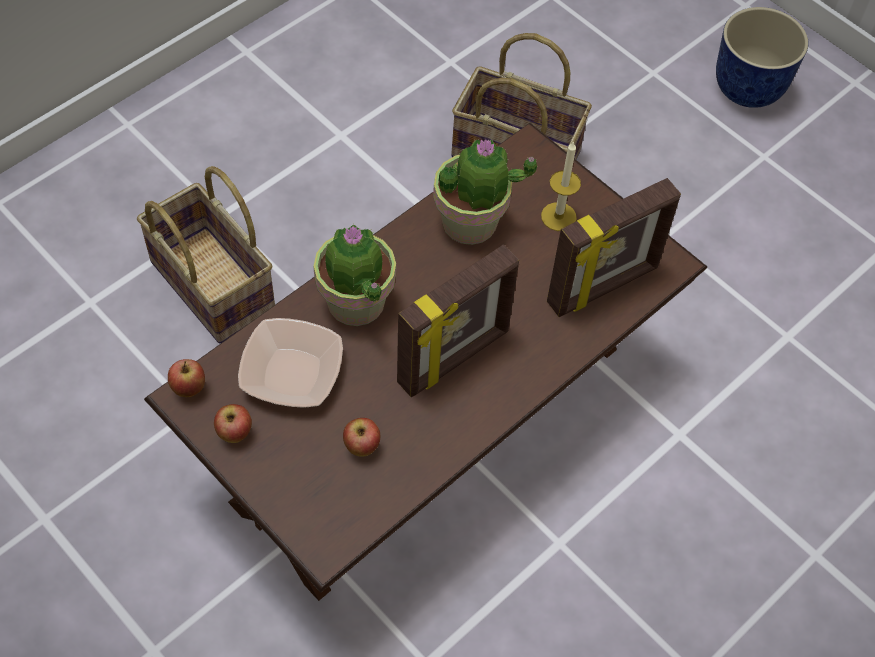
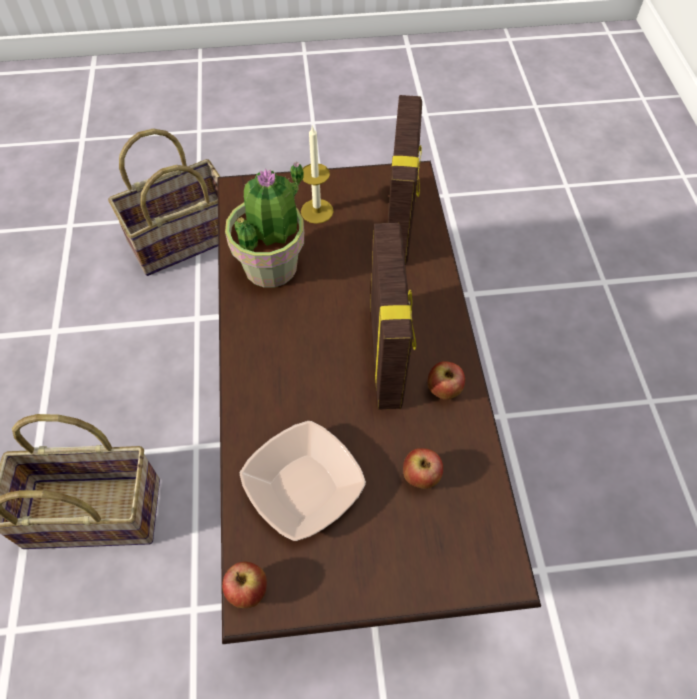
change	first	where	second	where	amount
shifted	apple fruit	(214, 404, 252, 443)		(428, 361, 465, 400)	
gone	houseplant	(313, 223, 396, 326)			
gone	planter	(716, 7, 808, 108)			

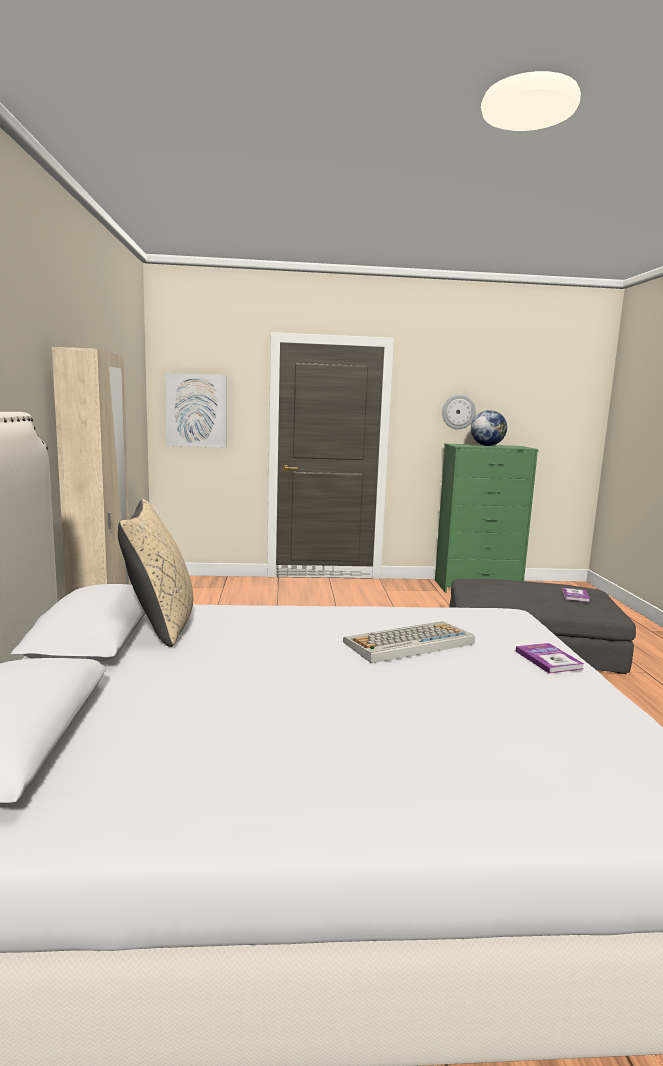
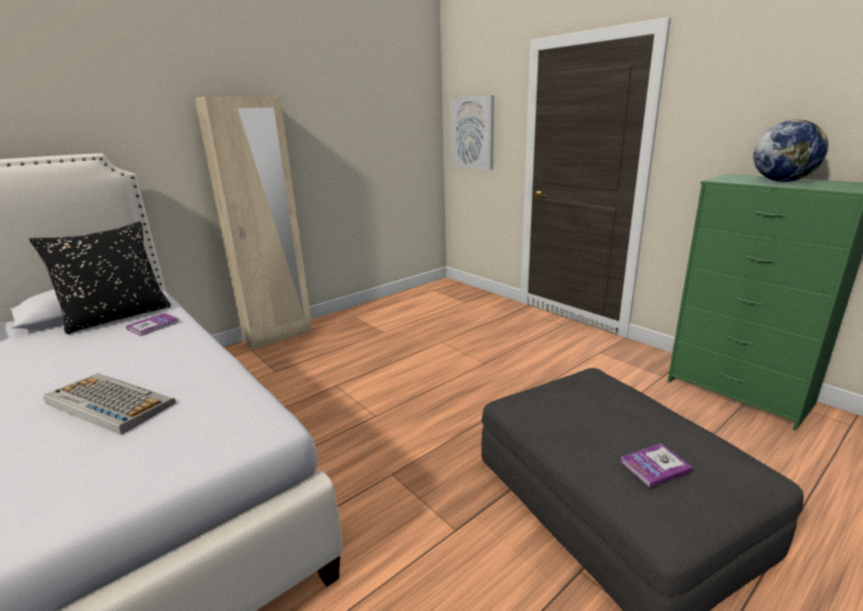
change	first	where	second	where	amount
repainted	sand-coloured cushion	(118, 499, 193, 647)	black-coloured cushion	(29, 221, 171, 334)	
shifted	book	(516, 643, 584, 673)		(126, 313, 179, 336)	
gone	hanging clock	(442, 395, 476, 429)			

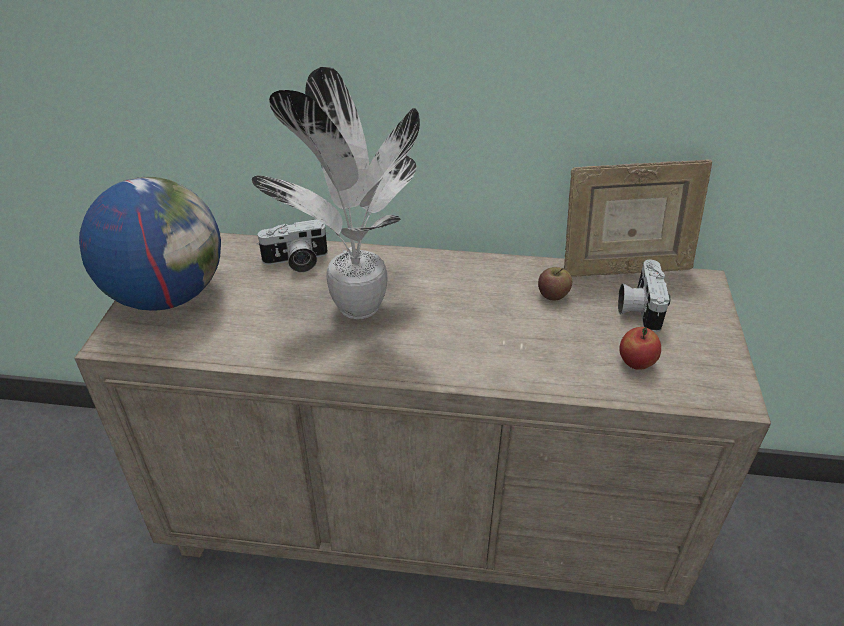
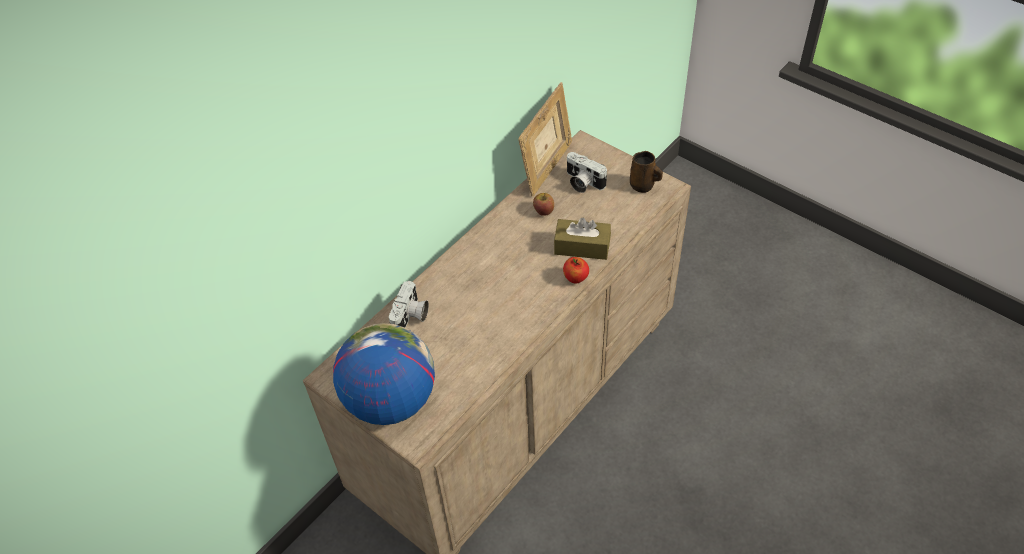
change	first	where	second	where	amount
new			brownish tissue box	(554, 218, 611, 260)	
shifted	apple fruit	(619, 327, 661, 370)		(563, 257, 589, 283)	
new			brownish coffee mug	(630, 151, 663, 193)	
gone	houseplant	(252, 67, 420, 319)			

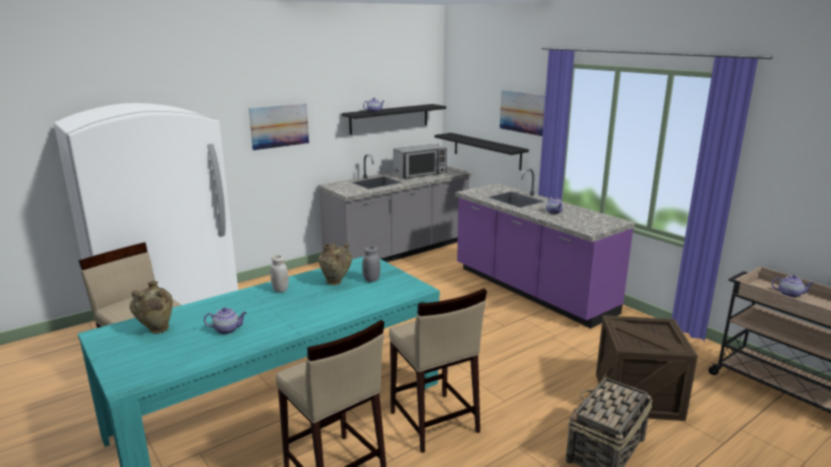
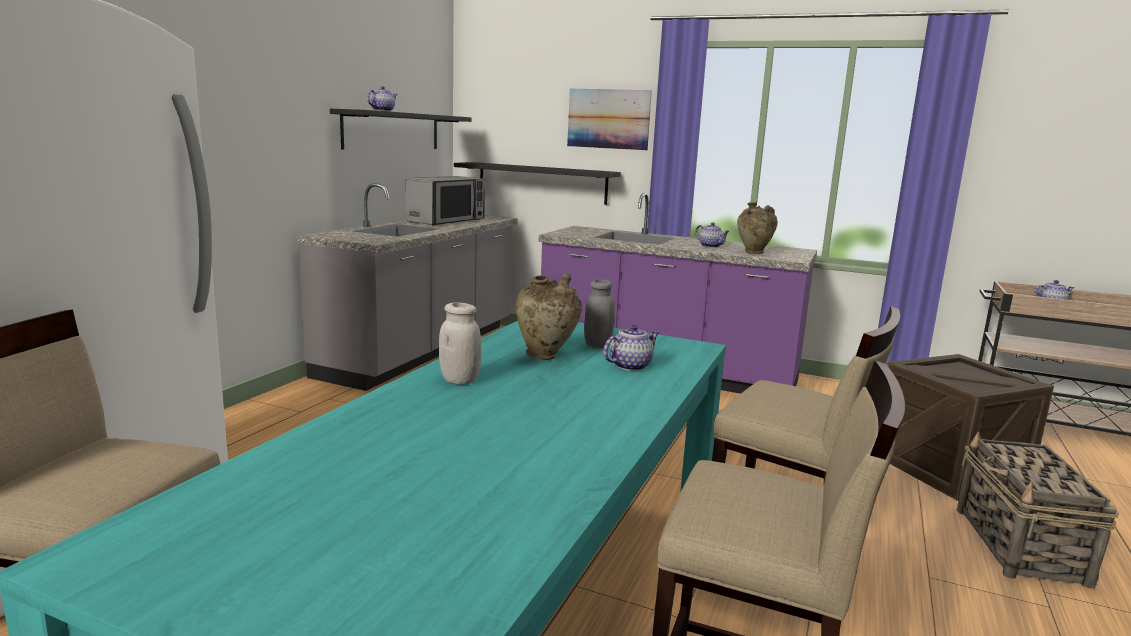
change	first	where	second	where	amount
shifted	teapot	(204, 308, 247, 334)		(603, 325, 659, 371)	
shifted	sand-coloured decorative vase	(130, 281, 173, 334)		(737, 202, 778, 254)	
gone	picture	(249, 103, 309, 150)			

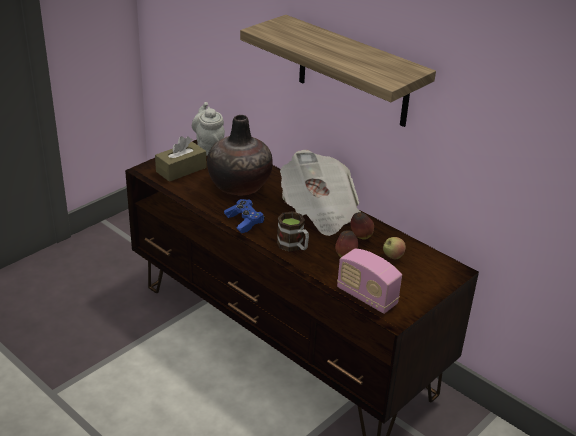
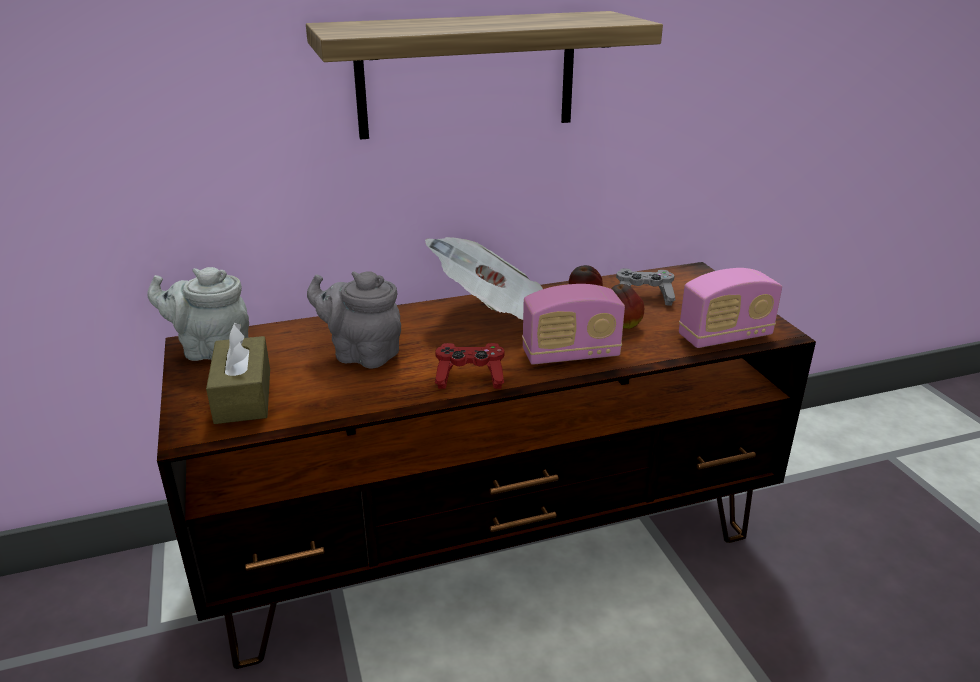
change	first	where	second	where	amount
swapped	decorative vase	(207, 115, 273, 195)	grey teapot	(307, 271, 401, 368)	
repainted	blue gamepad	(224, 199, 265, 233)	reddish gamepad	(435, 343, 505, 389)	
swapped	coffee mug	(277, 211, 309, 251)	radio	(522, 284, 625, 365)	
swapped	apple fruit	(383, 237, 406, 259)	grey gamepad	(616, 269, 676, 305)	

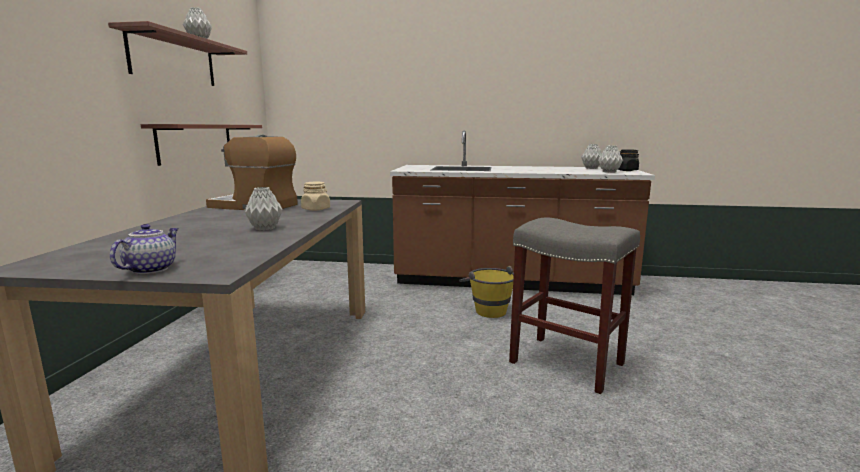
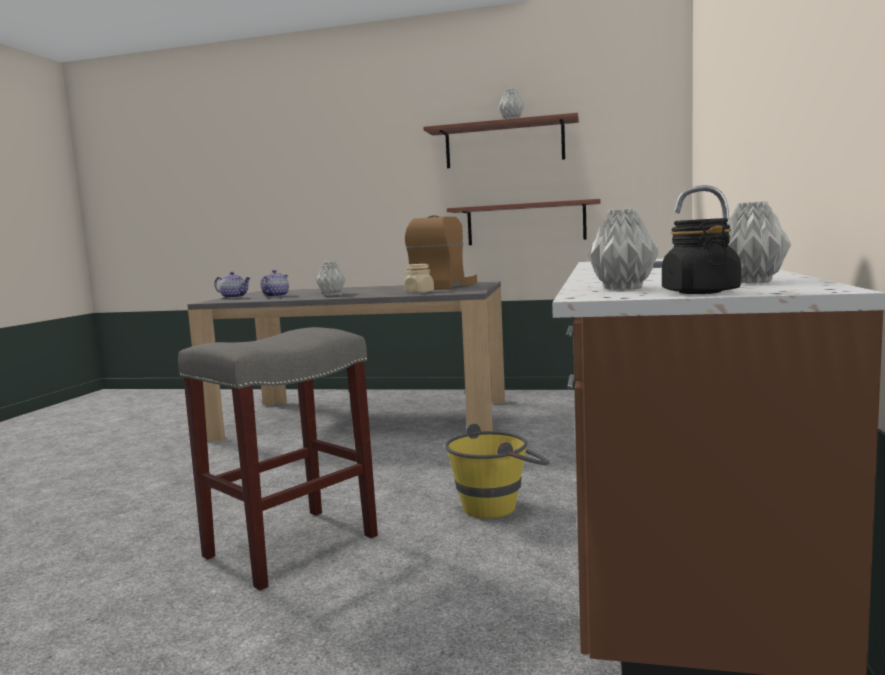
change	first	where	second	where	amount
new			teapot	(260, 270, 289, 297)	

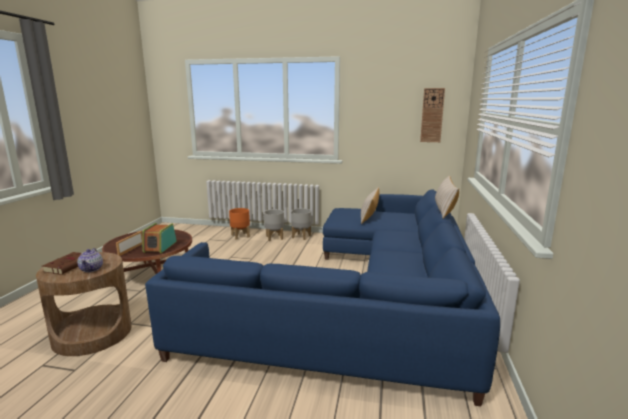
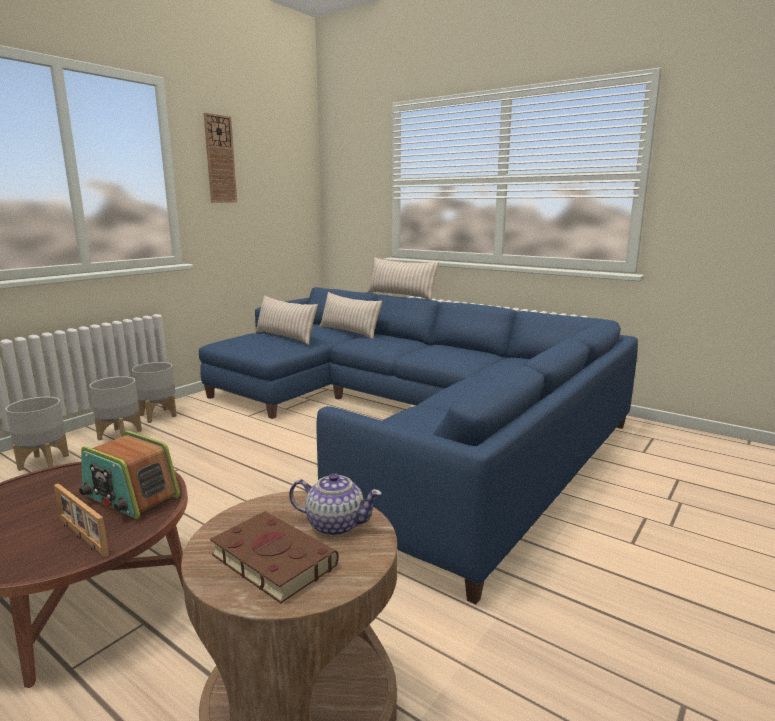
change	first	where	second	where	amount
repainted	orange-coloured planter	(229, 208, 250, 240)	grey planter	(5, 397, 69, 471)	
shifted	hanging clock	(420, 88, 445, 142)		(204, 113, 237, 203)	
new			sand-coloured cushion	(319, 292, 382, 339)	

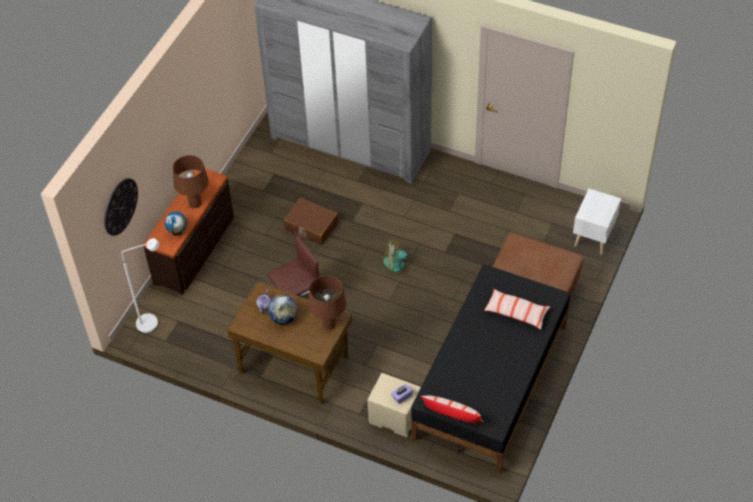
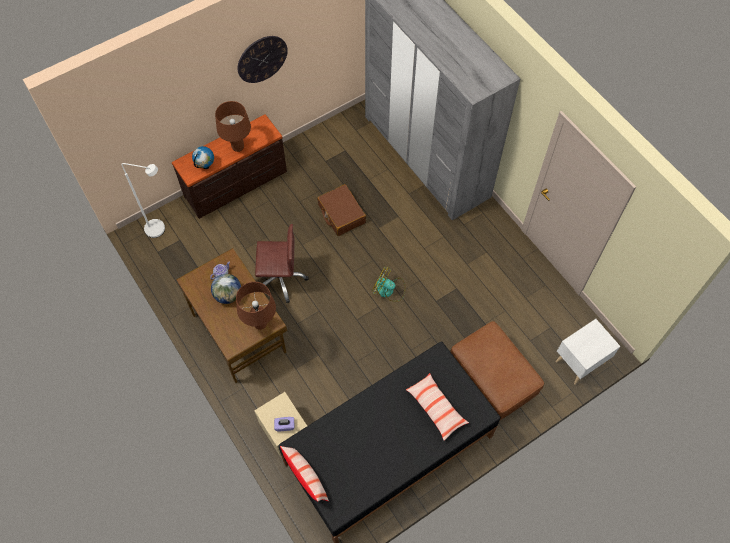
change	first	where	second	where	amount
shifted	hanging clock	(104, 178, 138, 236)		(237, 36, 288, 83)	

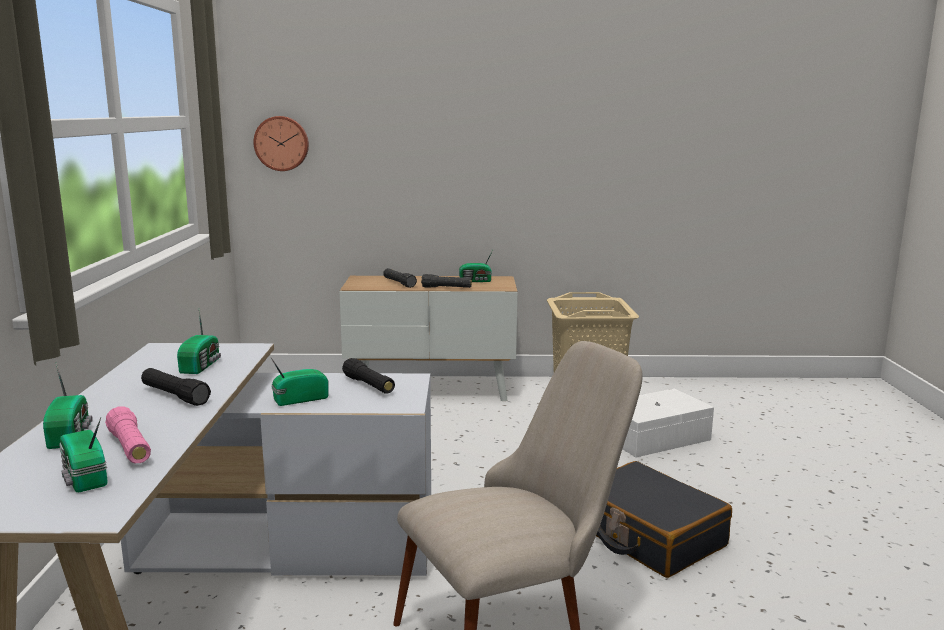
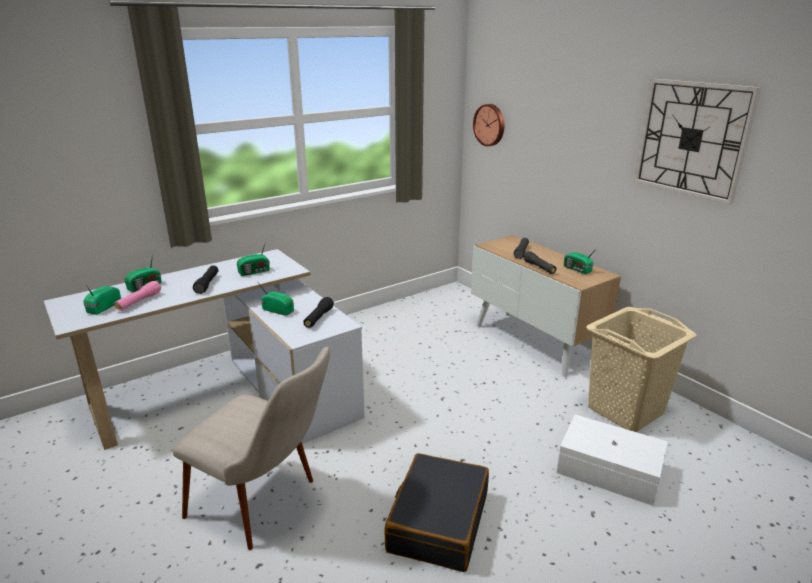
change	first	where	second	where	amount
new			hanging clock	(634, 79, 761, 205)	

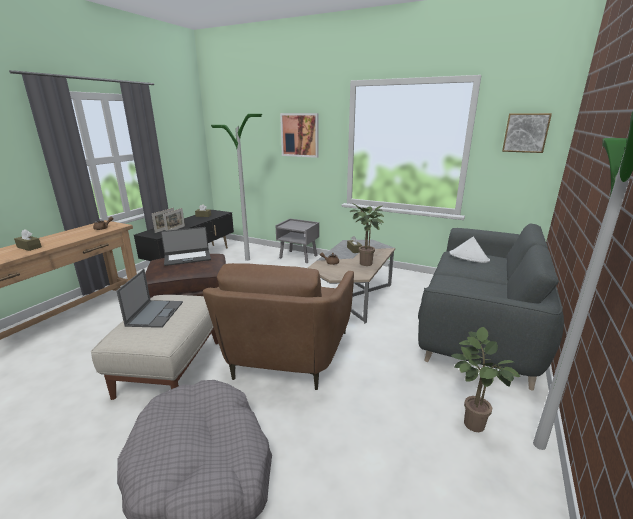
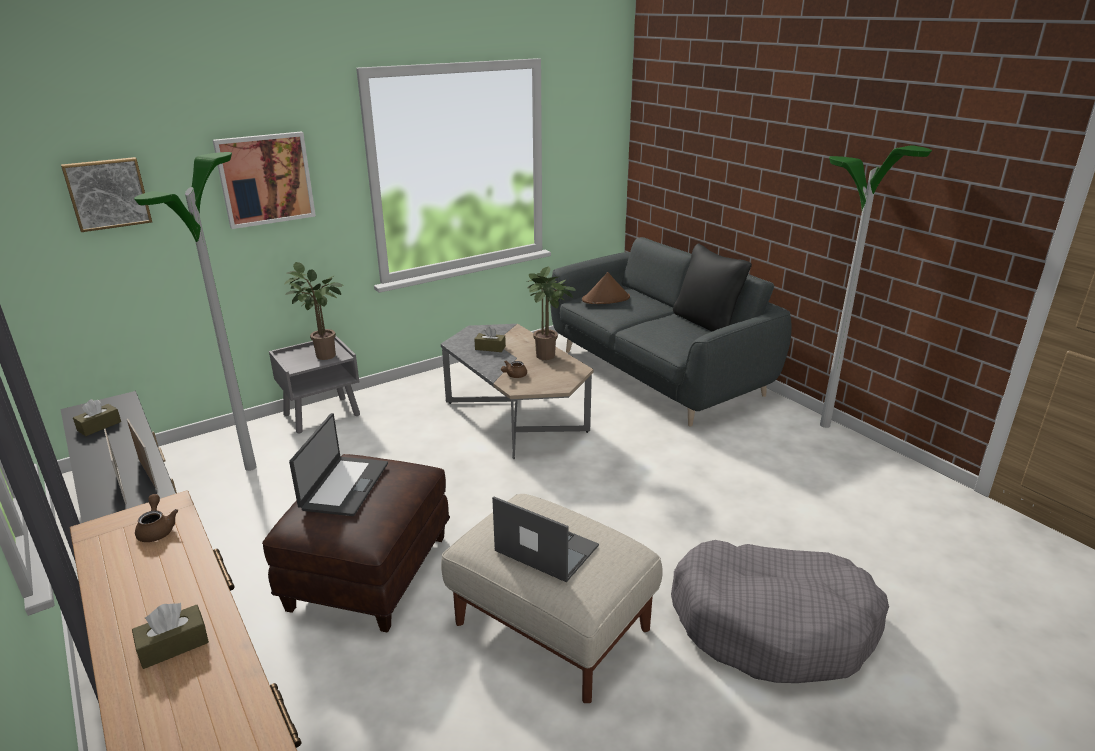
change	first	where	second	where	amount
shifted	picture	(502, 113, 552, 153)		(61, 157, 152, 232)	
shifted	houseplant	(451, 327, 520, 432)		(285, 262, 344, 360)	
repainted	white-coloured clothing hat	(449, 237, 490, 263)	brownish clothing hat	(582, 272, 630, 304)	
new			black-coloured cushion	(673, 243, 752, 331)	
gone	brownish easy chair	(203, 263, 354, 390)			

